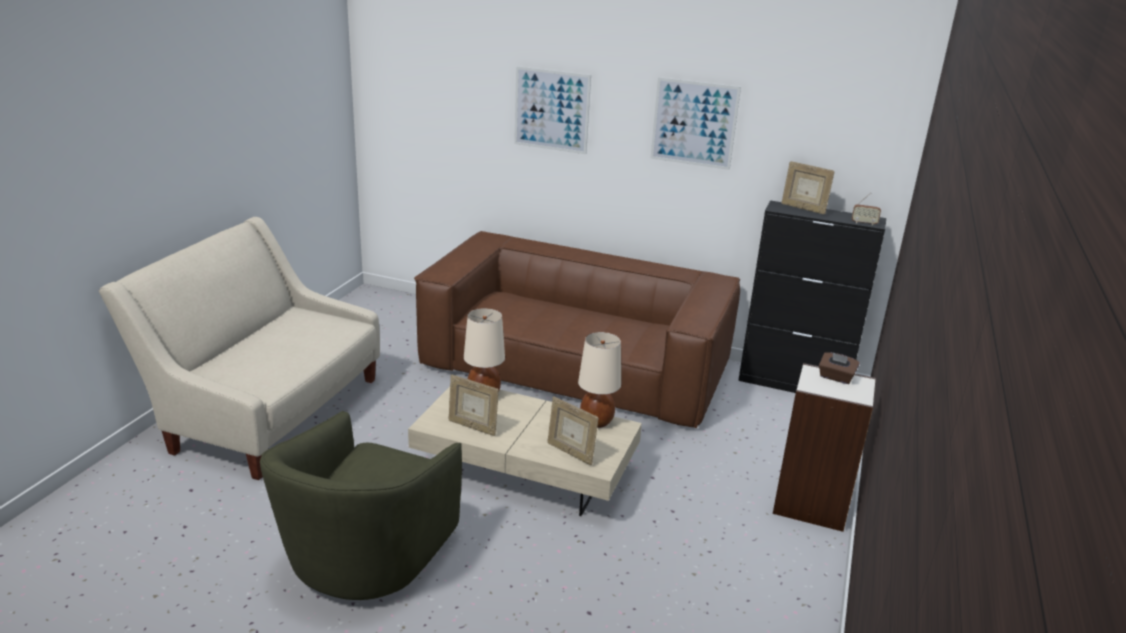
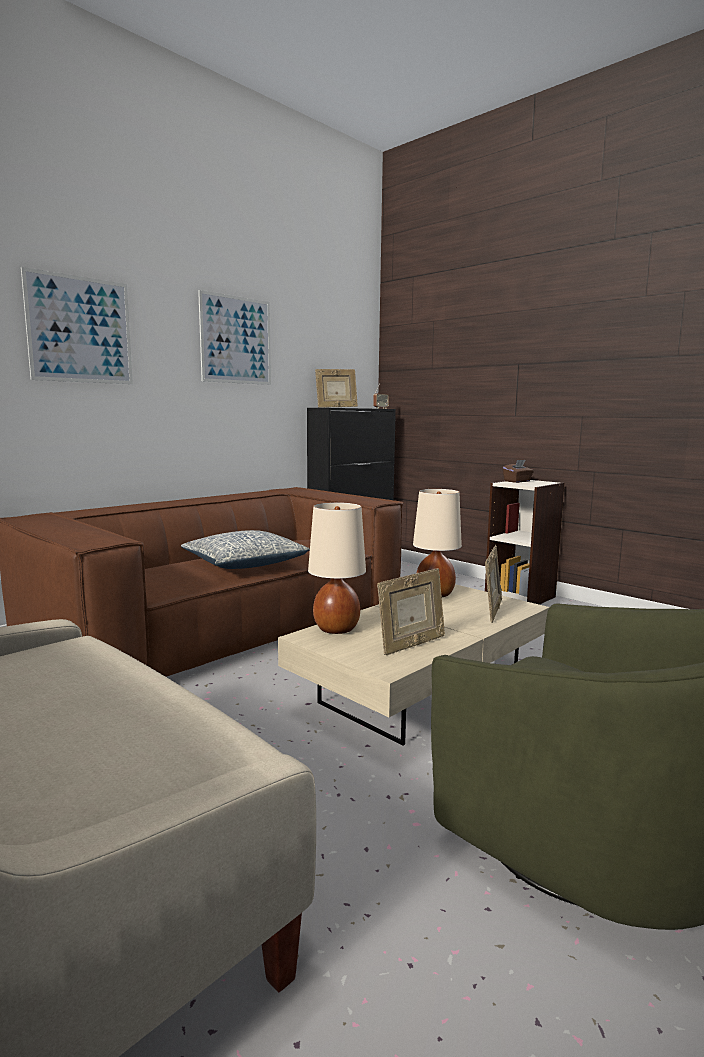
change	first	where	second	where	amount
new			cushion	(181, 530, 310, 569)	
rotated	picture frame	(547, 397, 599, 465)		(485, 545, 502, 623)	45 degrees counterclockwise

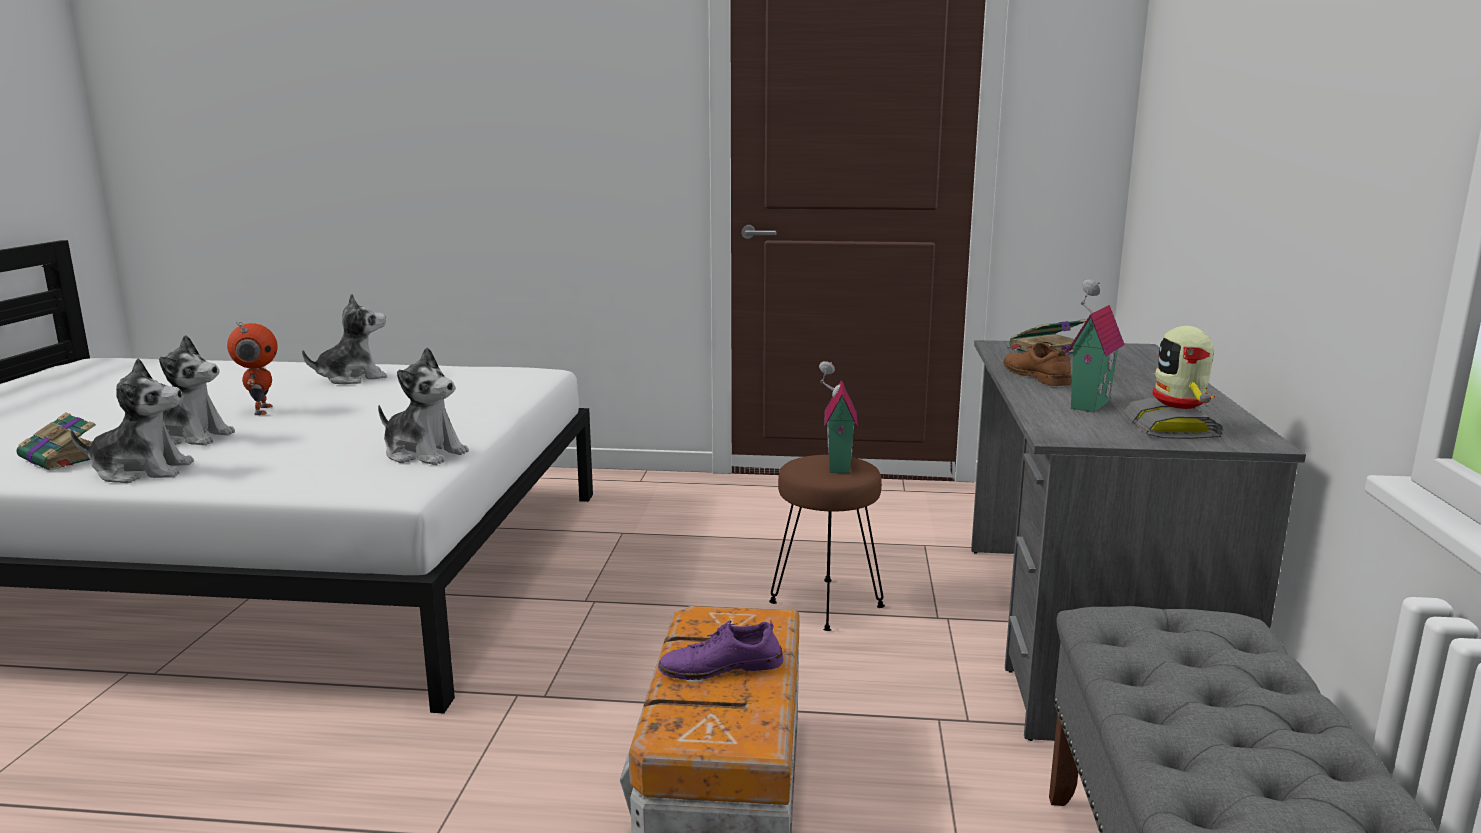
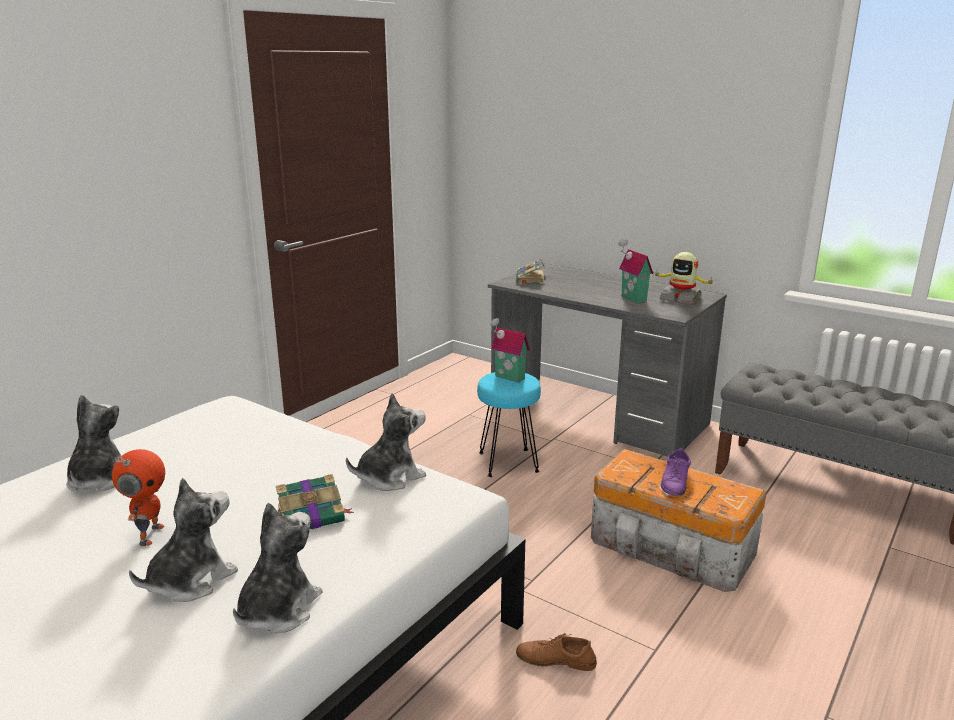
change	first	where	second	where	amount
rotated	toy robot	(227, 321, 278, 415)		(112, 449, 165, 546)	75 degrees clockwise
shifted	book	(16, 412, 96, 471)		(276, 474, 354, 529)	
repainted	brownish stool	(769, 455, 885, 631)	turquoise stool	(477, 372, 541, 477)	
shifted	brownish low shoe	(1003, 342, 1072, 386)		(516, 633, 597, 671)	

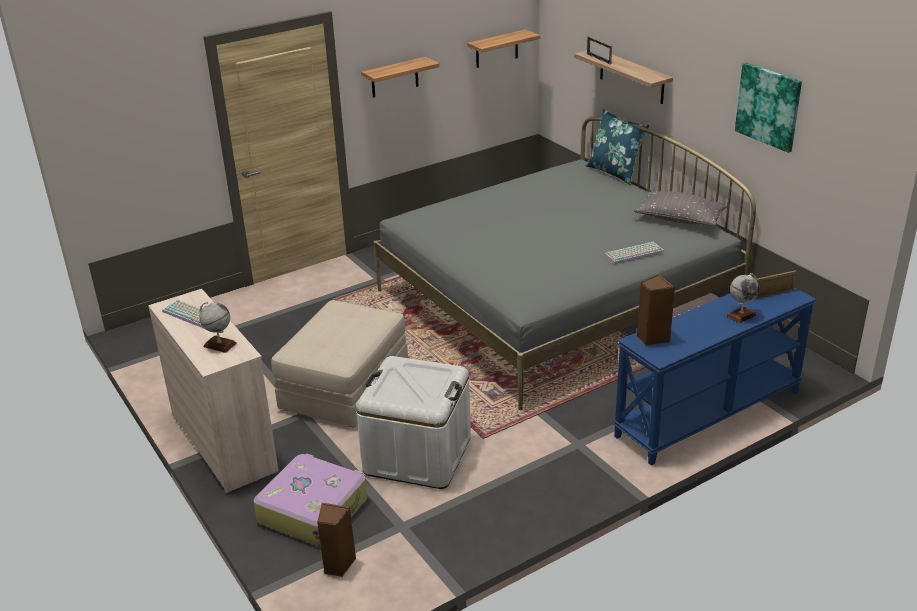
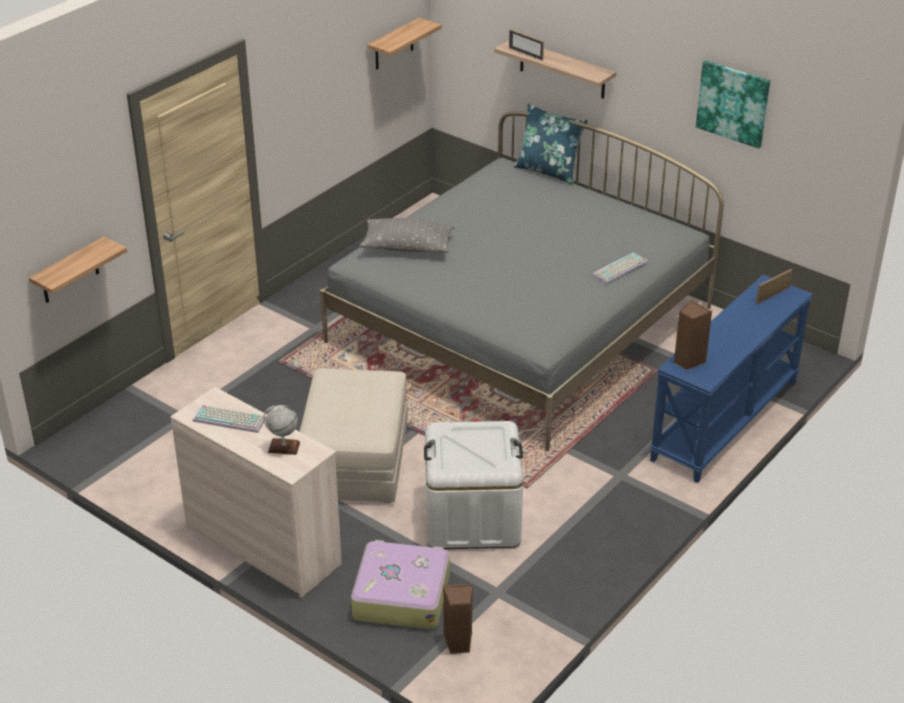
change	first	where	second	where	amount
shifted	shelf	(361, 57, 440, 98)		(29, 237, 127, 303)	
shifted	grey cushion	(634, 191, 727, 226)		(360, 218, 455, 253)	
gone	globe	(726, 273, 759, 324)			

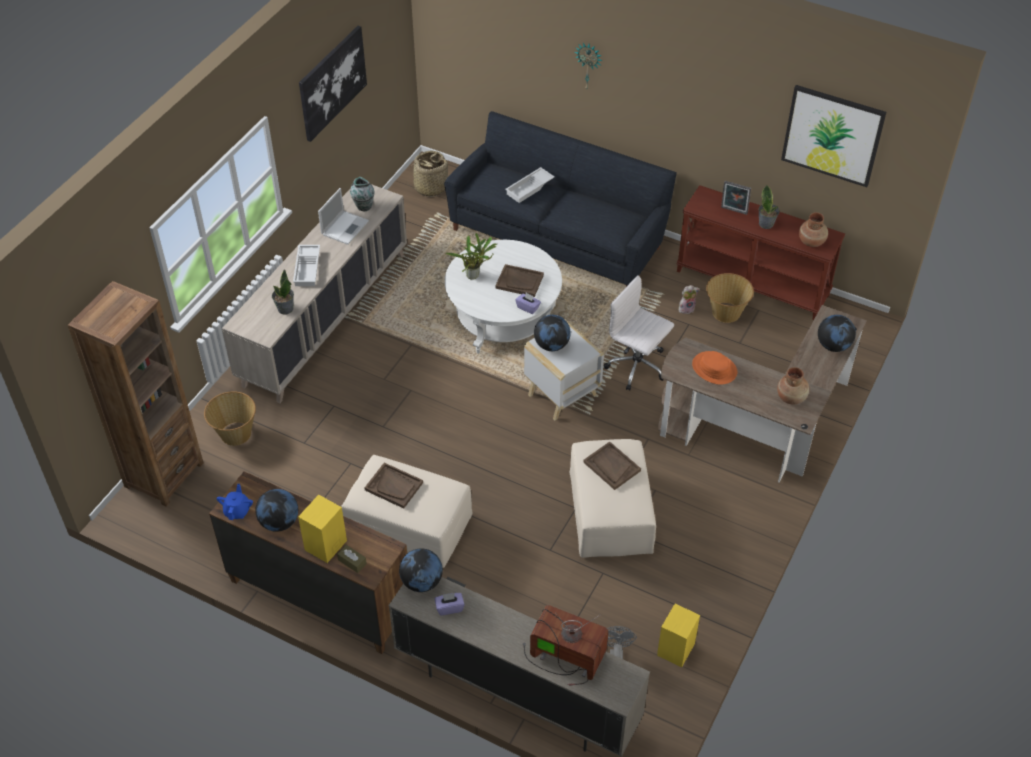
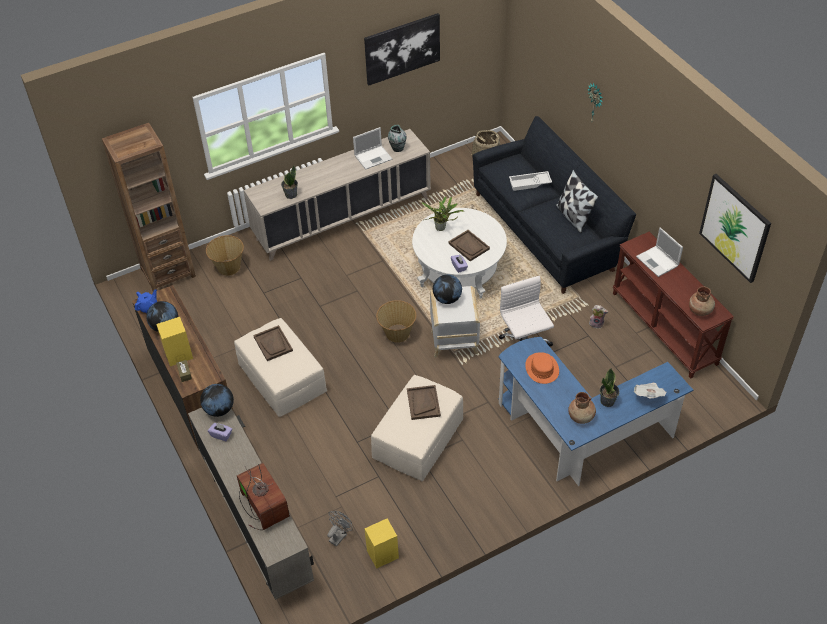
change	first	where	second	where	amount
shifted	basket	(706, 273, 754, 323)		(376, 300, 417, 343)	
repainted	brownish desk unit	(658, 305, 867, 483)	blue desk unit	(498, 337, 693, 486)	
new			cushion	(556, 170, 599, 233)	
shifted	houseplant	(759, 185, 780, 229)		(600, 368, 620, 407)	
swapped	globe	(818, 315, 856, 352)	newspaper	(634, 383, 667, 398)	
swapped	picture frame	(721, 181, 751, 215)	portable computer	(636, 227, 683, 277)	
gone	white-coloured carrying tray	(293, 245, 320, 286)			

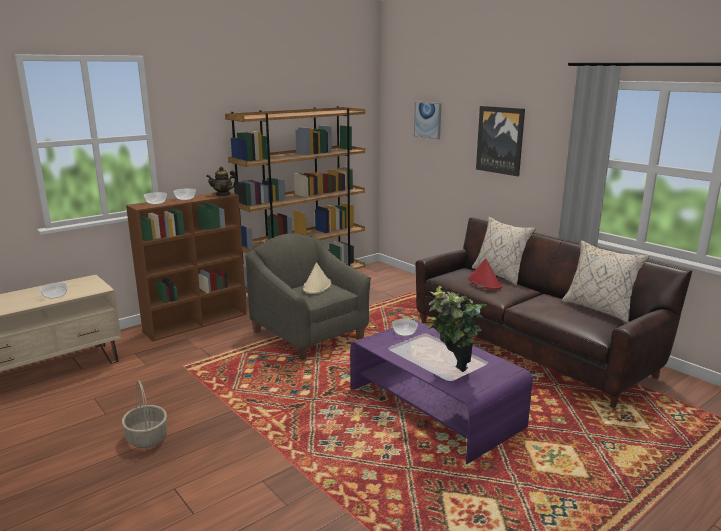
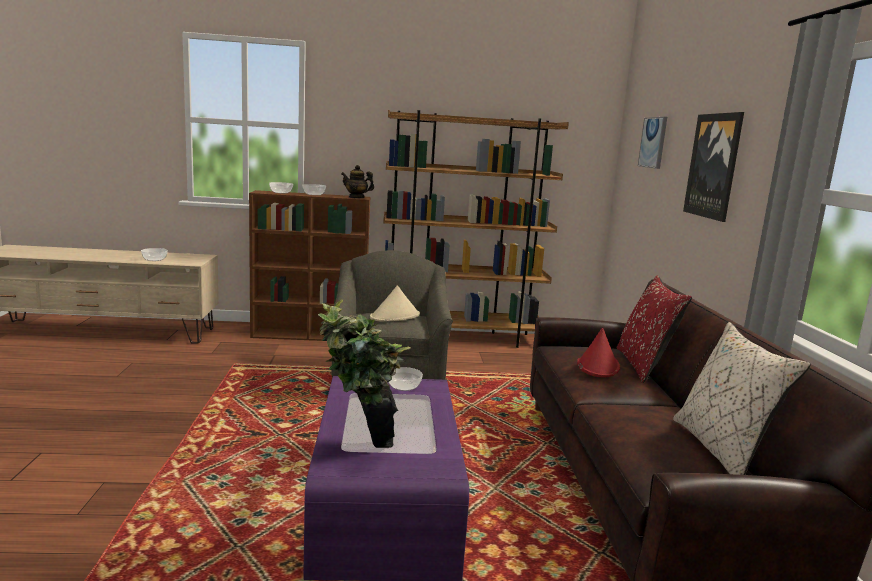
change	first	where	second	where	amount
repainted	sand-coloured cushion	(472, 216, 536, 286)	reddish cushion	(616, 275, 692, 383)	
gone	basket	(122, 381, 167, 448)			

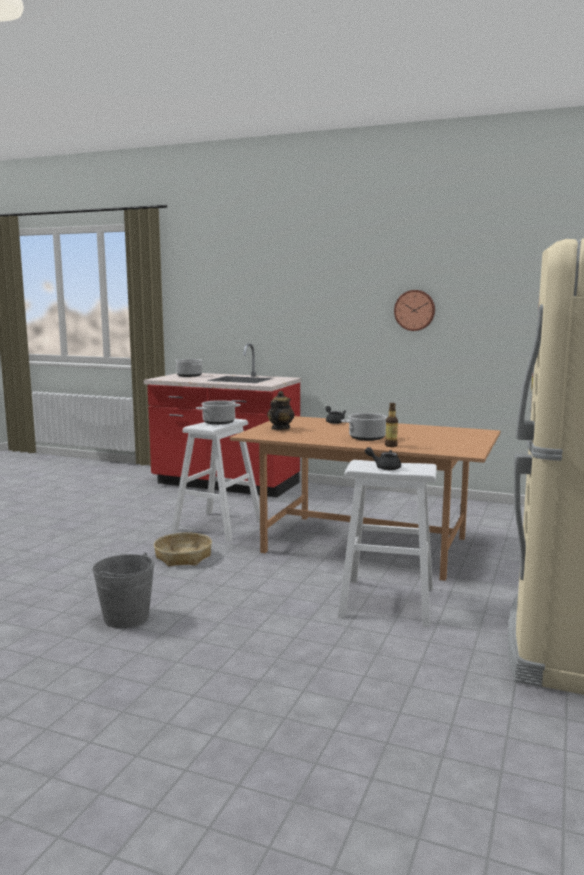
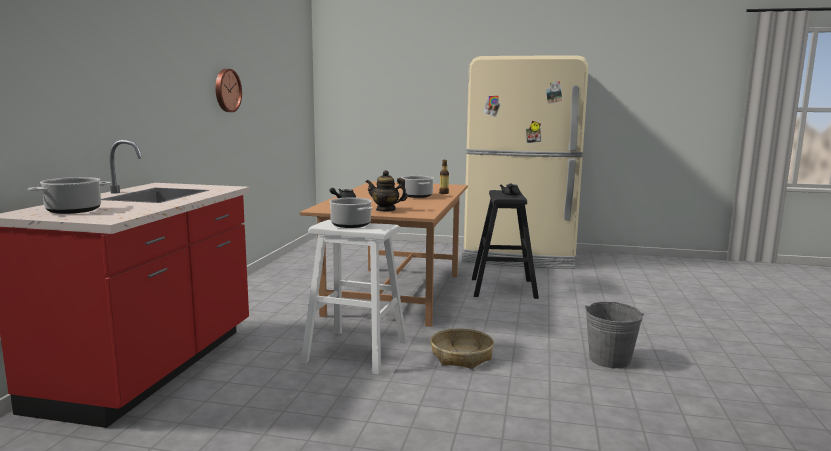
change	first	where	second	where	amount
repainted	white-coloured stool	(338, 460, 437, 627)	black-coloured stool	(472, 190, 539, 299)	

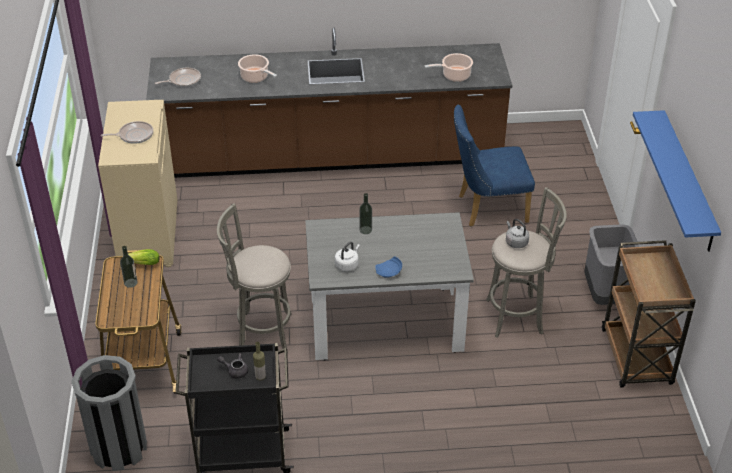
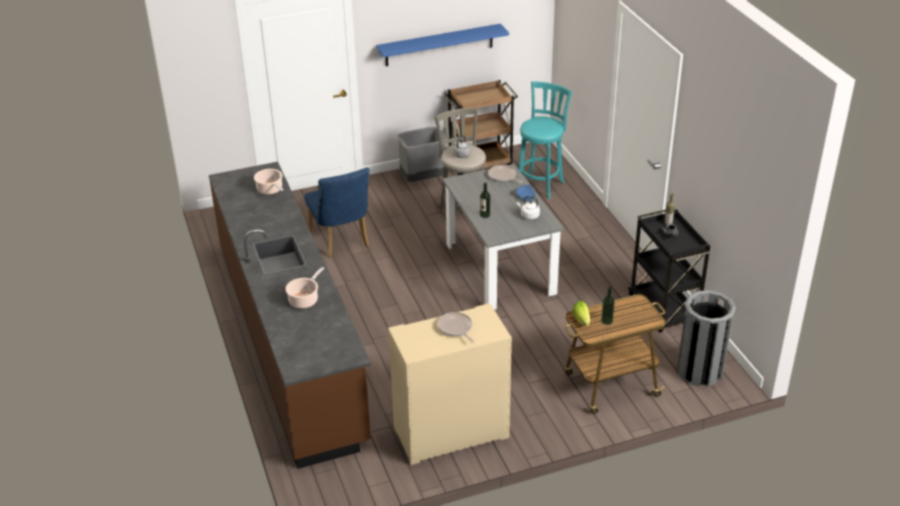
change	first	where	second	where	amount
shifted	skillet	(155, 68, 201, 87)		(488, 165, 523, 183)	
new			turquoise stool	(519, 81, 572, 199)	
gone	grey stool	(217, 203, 292, 353)			

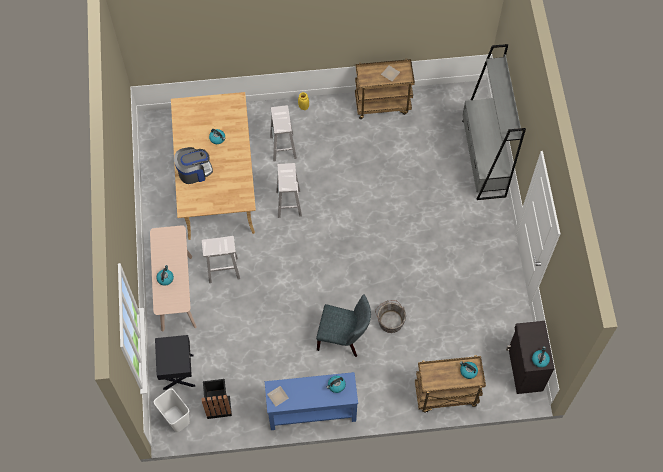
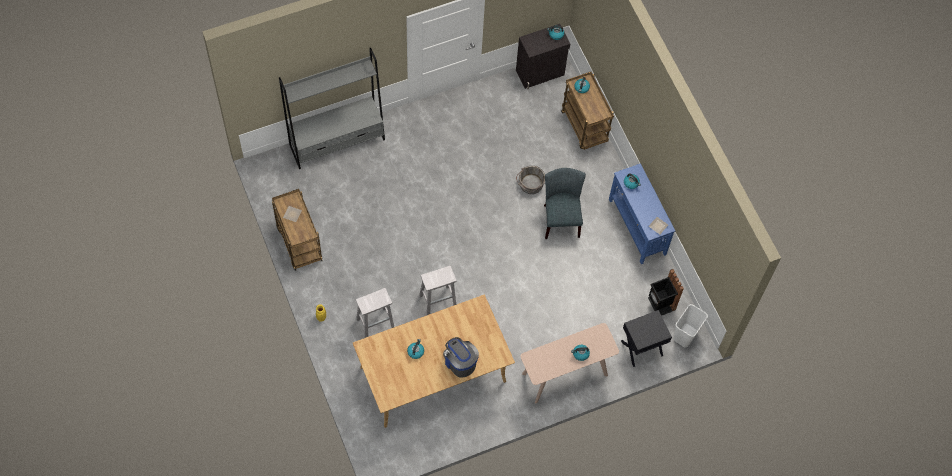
change	first	where	second	where	amount
gone	white-coloured stool	(202, 236, 240, 283)			

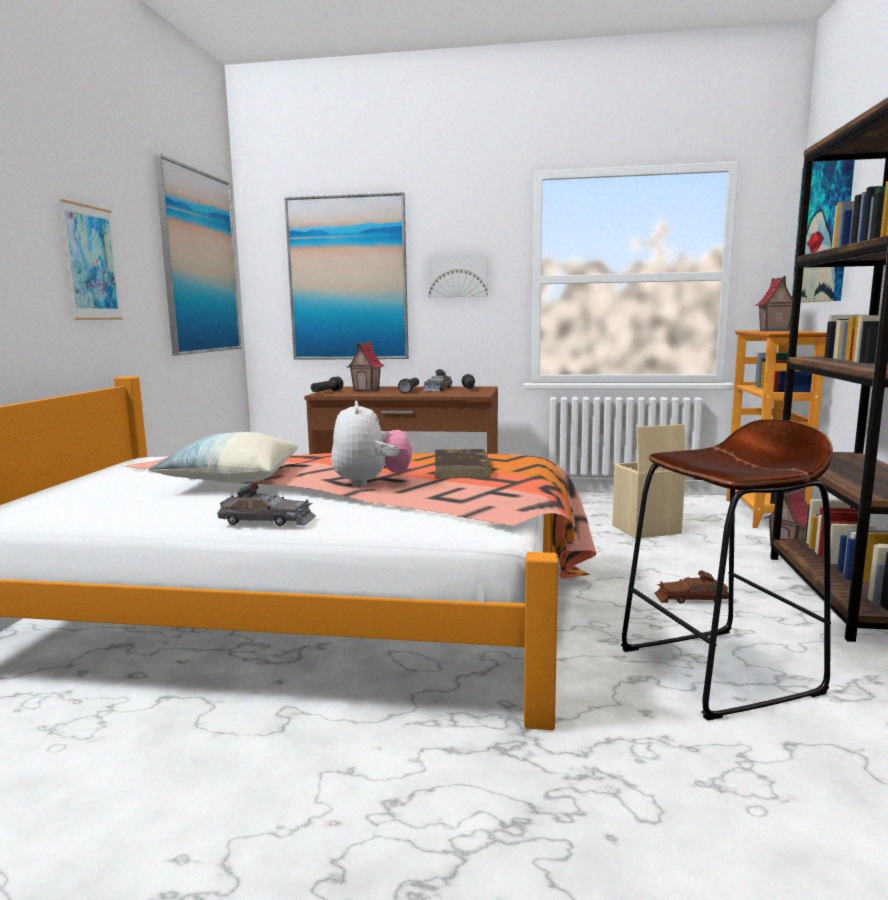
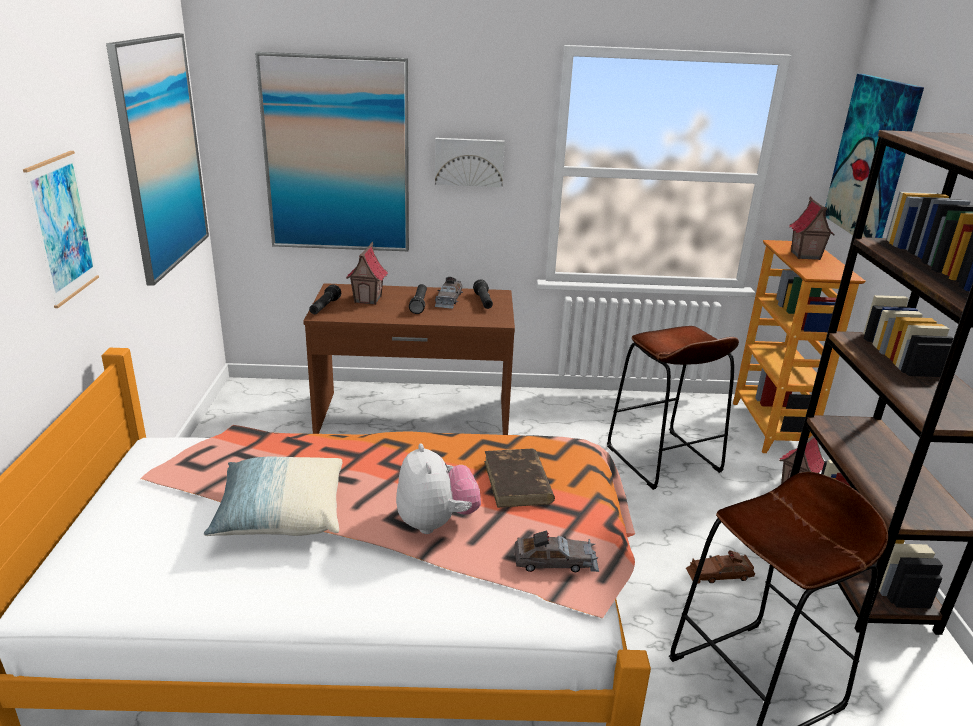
change	first	where	second	where	amount
shifted	grey miniature car	(218, 483, 316, 526)		(515, 530, 599, 572)	
swapped	sand-coloured storage box	(612, 424, 685, 539)	brownish stool	(607, 326, 739, 490)	

